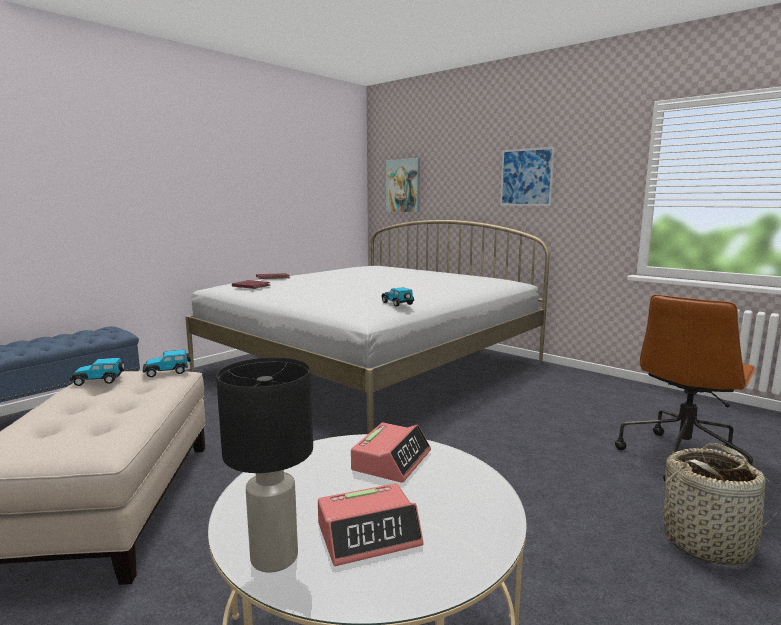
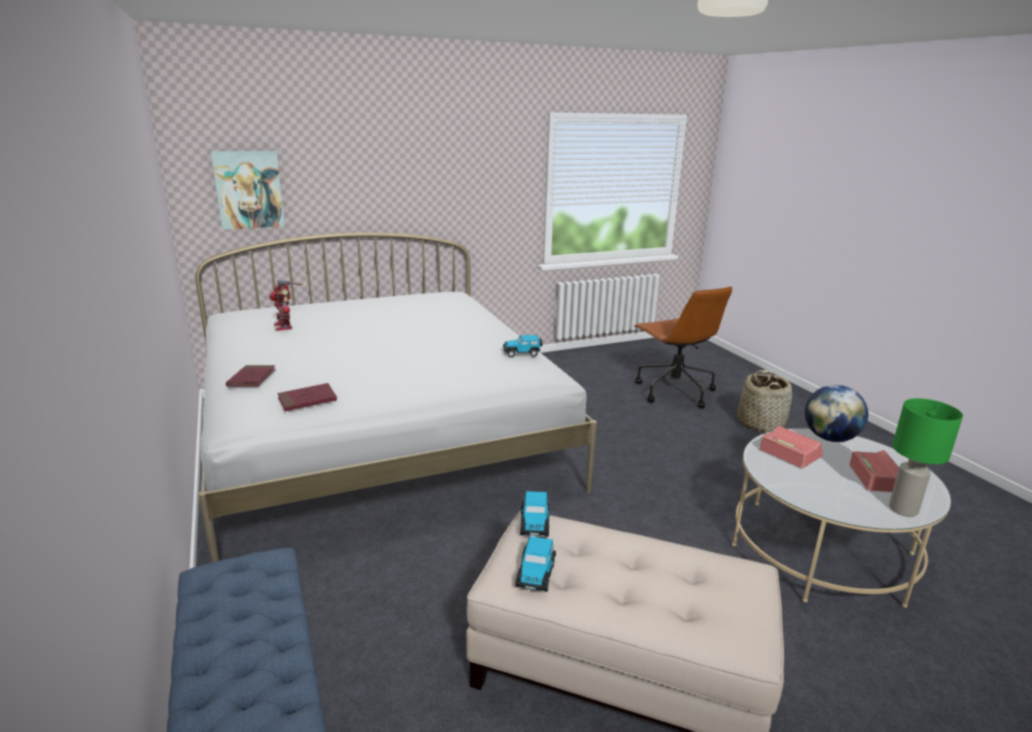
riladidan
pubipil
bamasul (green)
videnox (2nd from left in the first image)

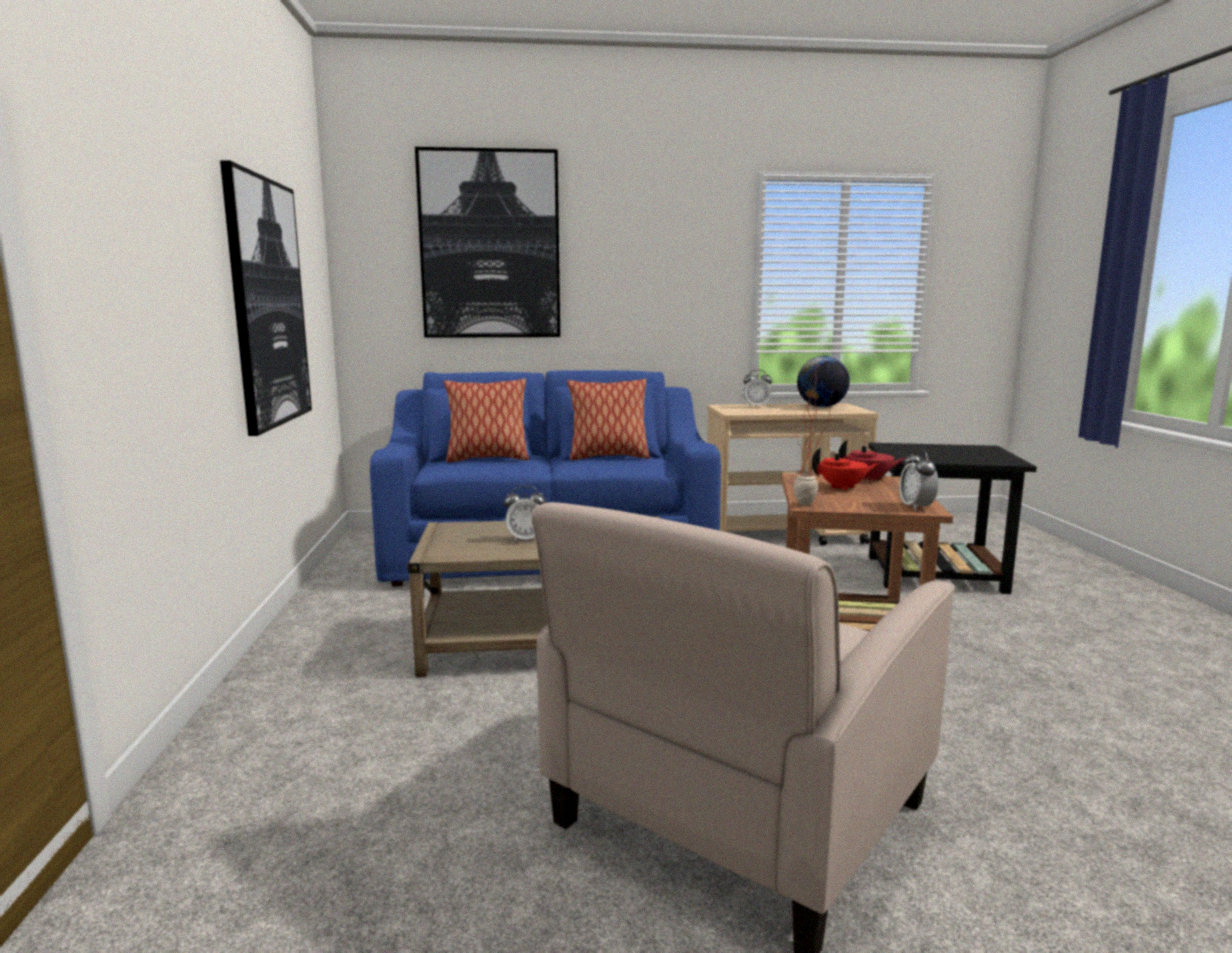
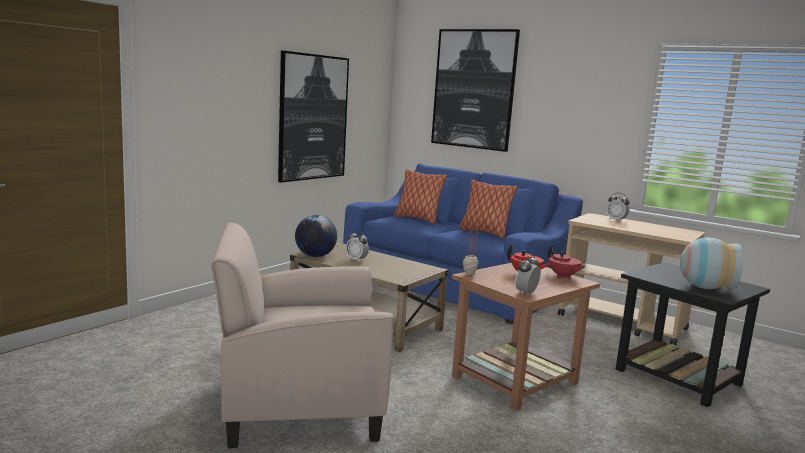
pubipil
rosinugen

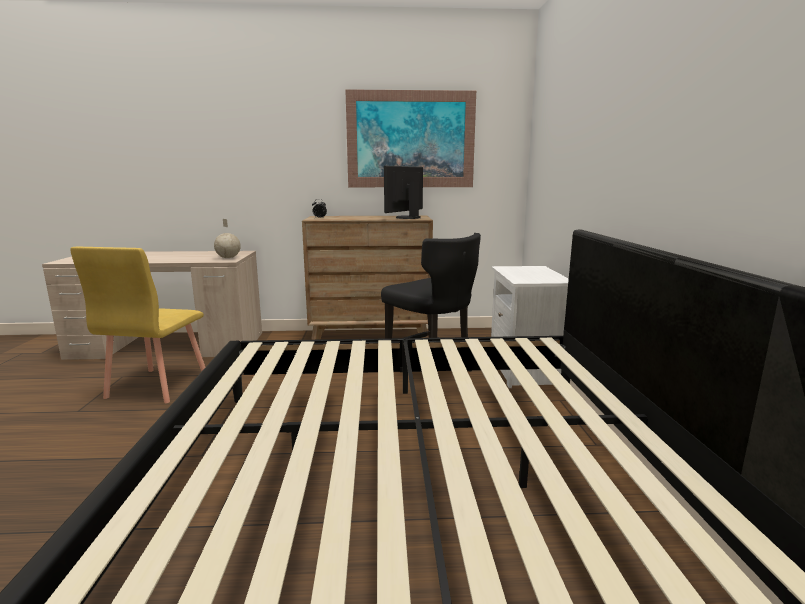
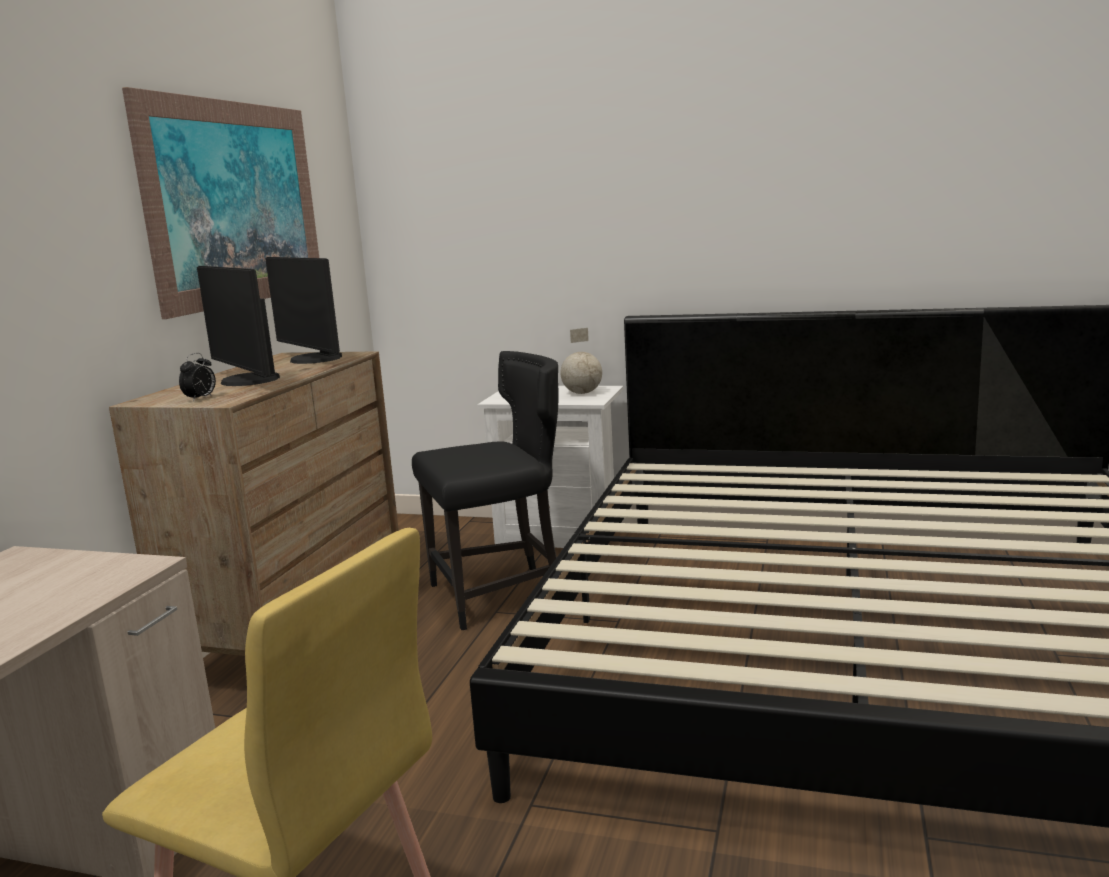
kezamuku (1st from left)
pubipil

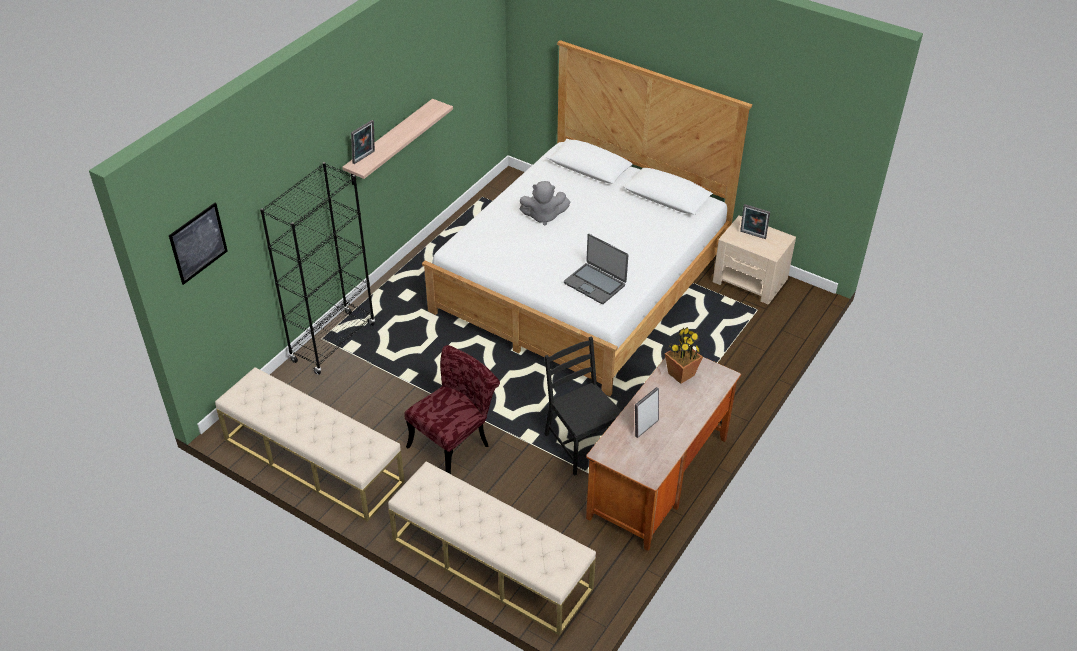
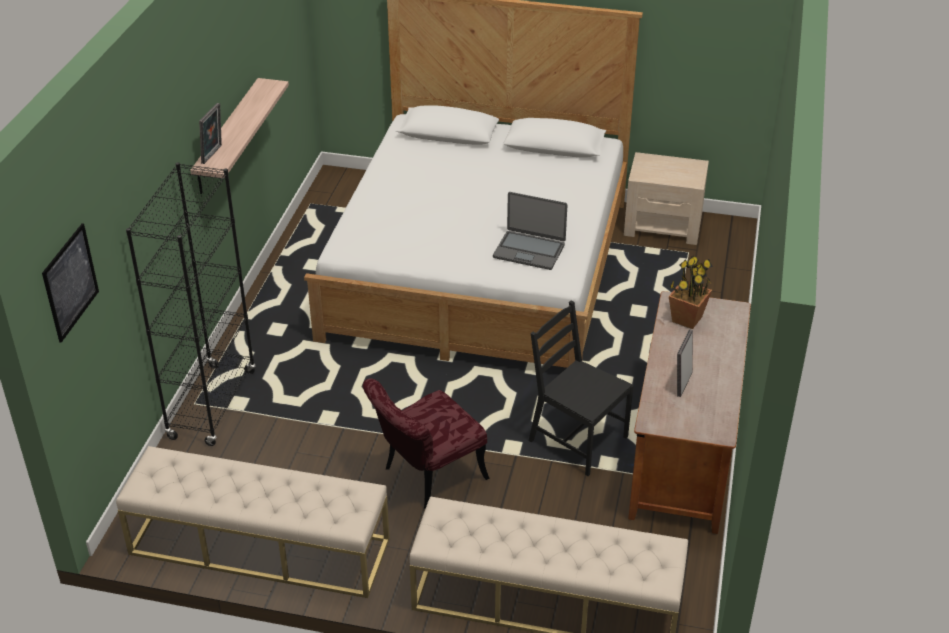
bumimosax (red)
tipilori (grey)
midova (3rd from left in the first image)

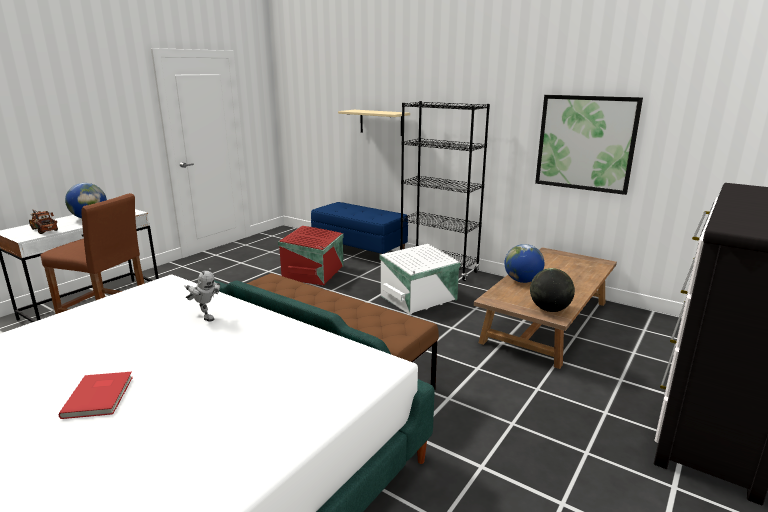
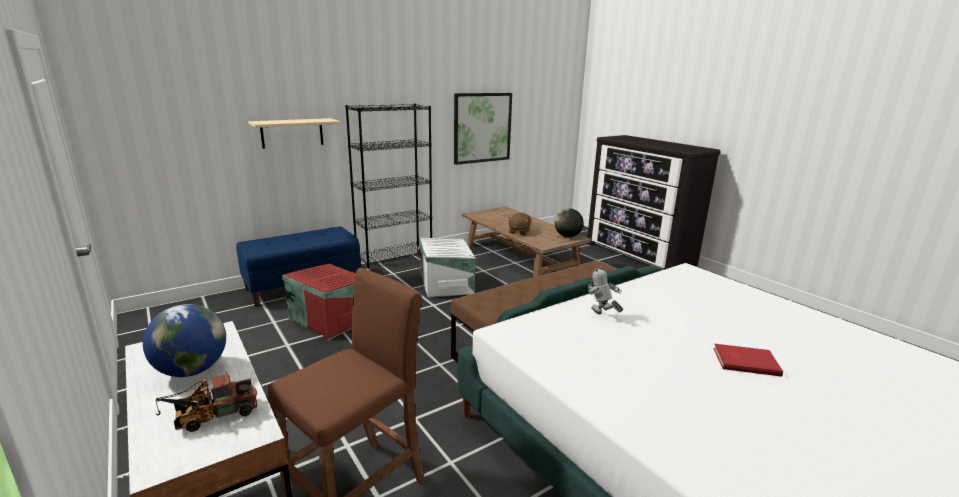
tipilori (brown)
riladidan

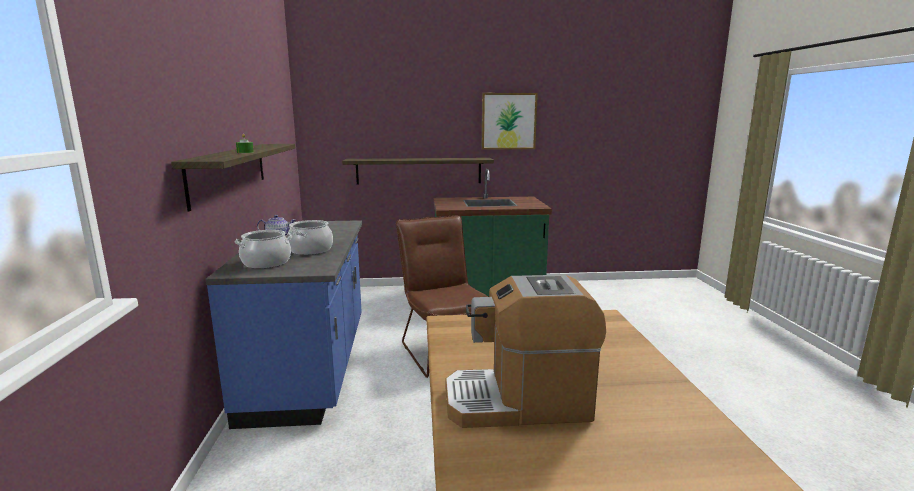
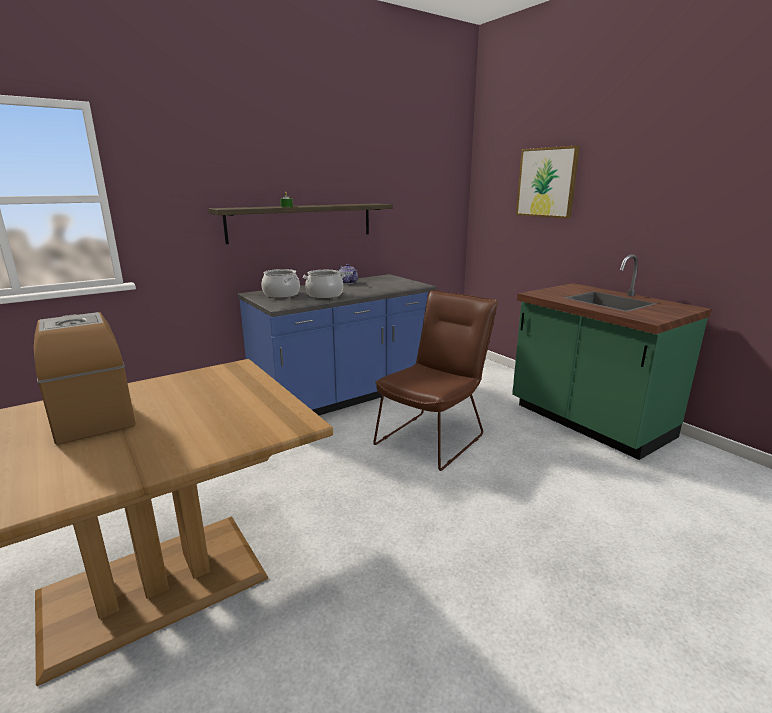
videnox
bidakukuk (2nd from left in the first image)

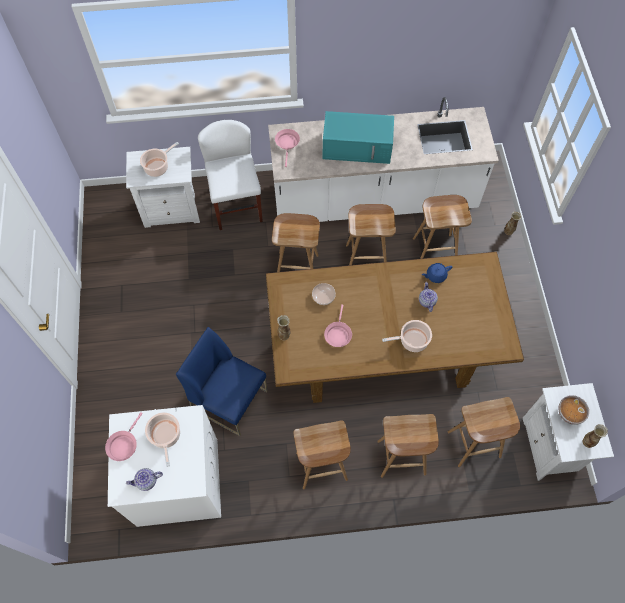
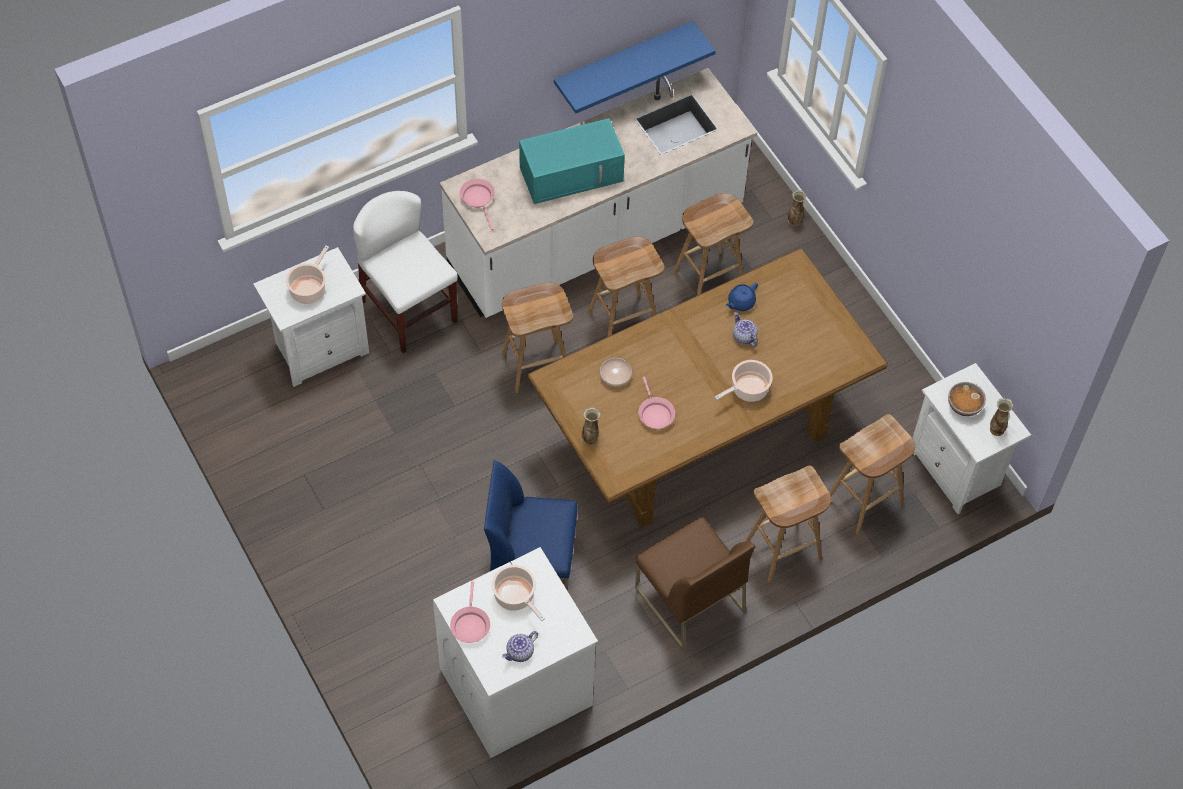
bidakukuk (blue)
bumimosax (brown)

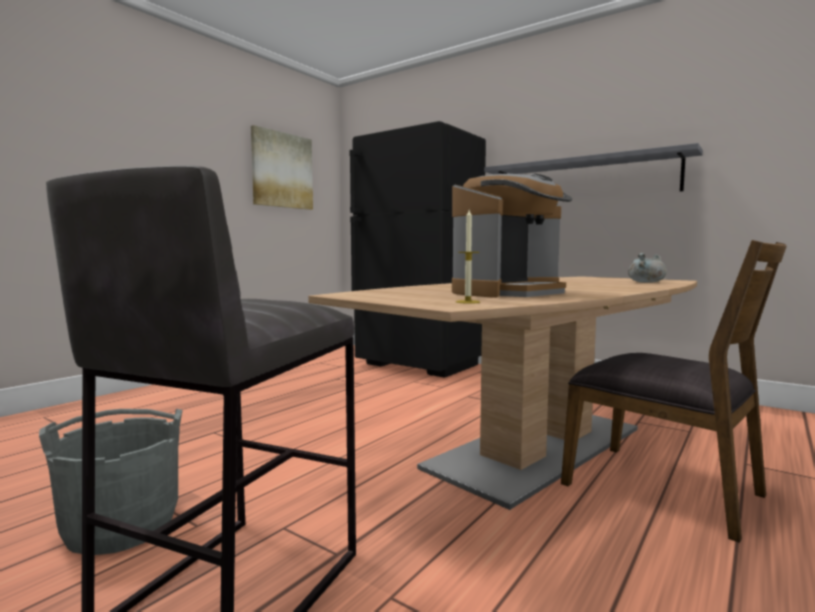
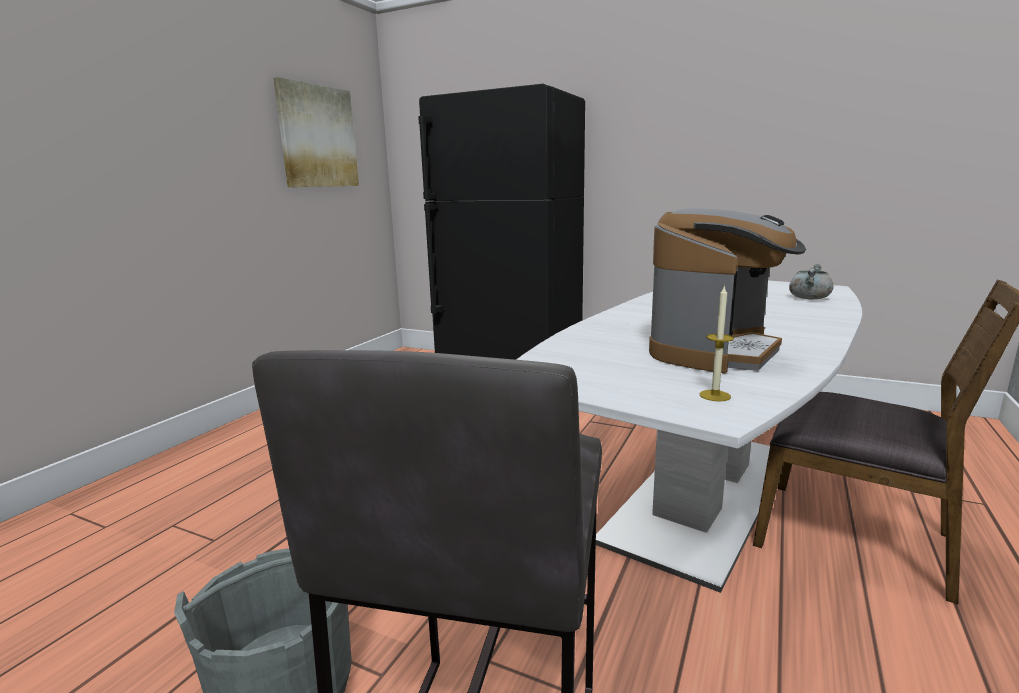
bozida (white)
bidakukuk (grey)

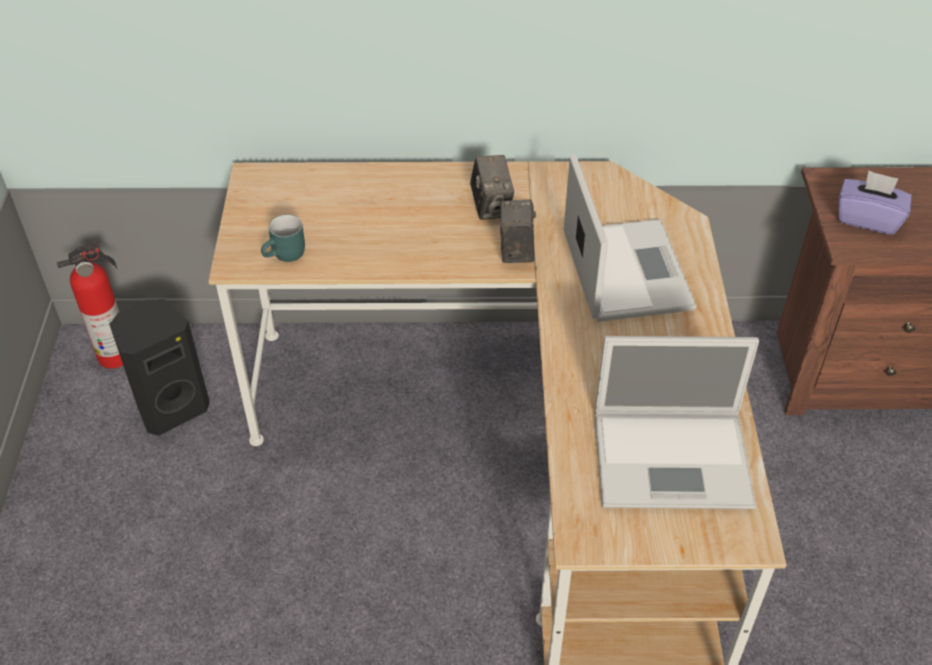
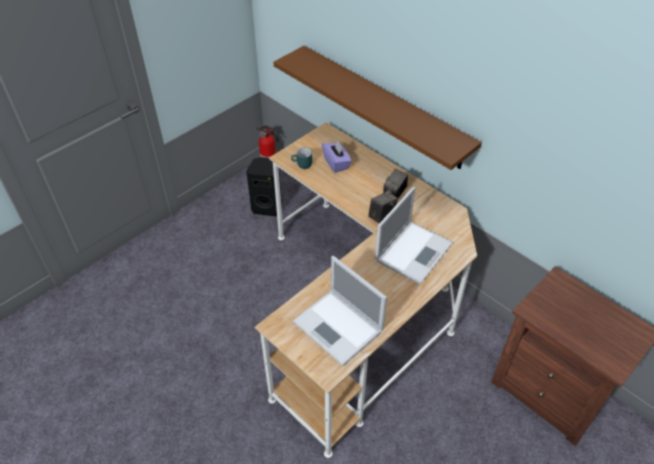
bidakukuk (brown)
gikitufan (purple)

